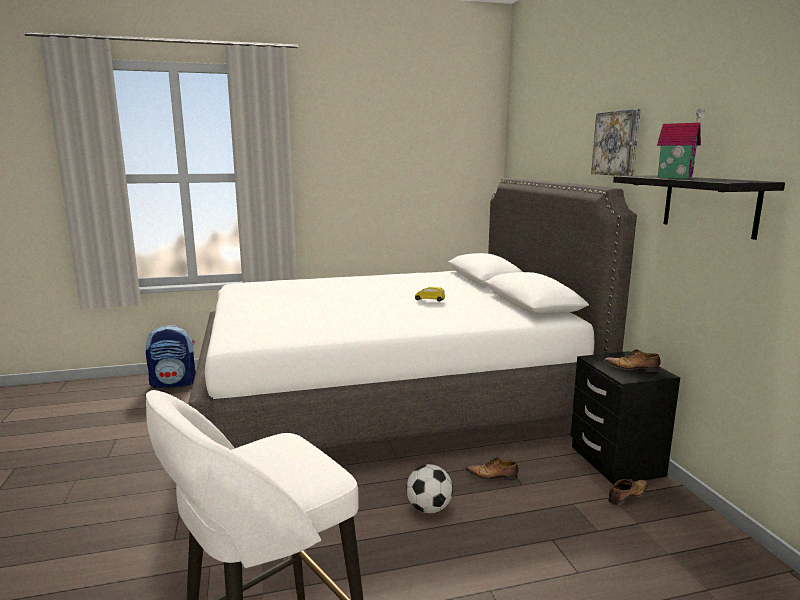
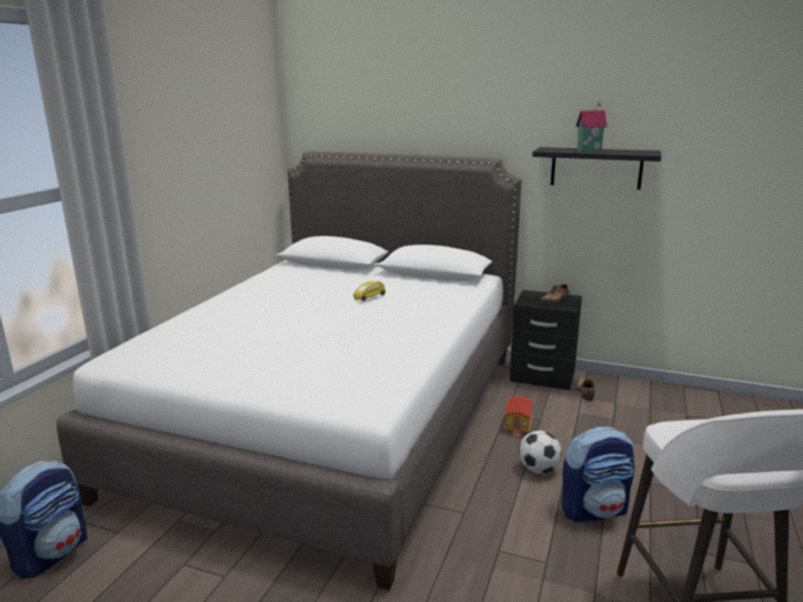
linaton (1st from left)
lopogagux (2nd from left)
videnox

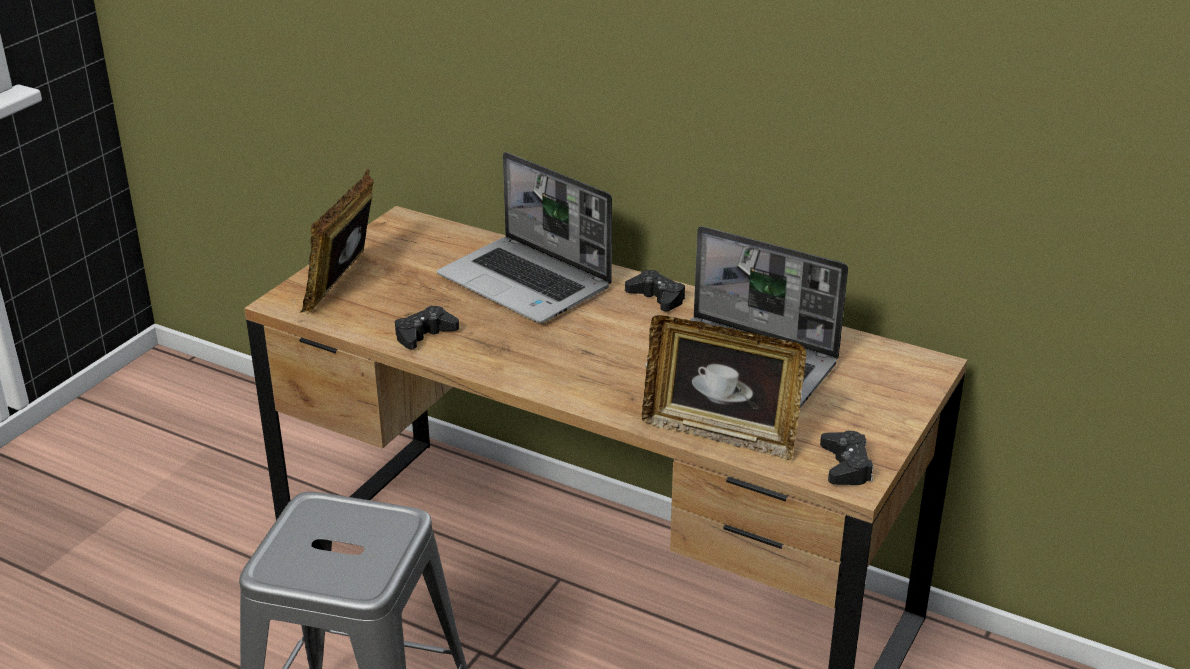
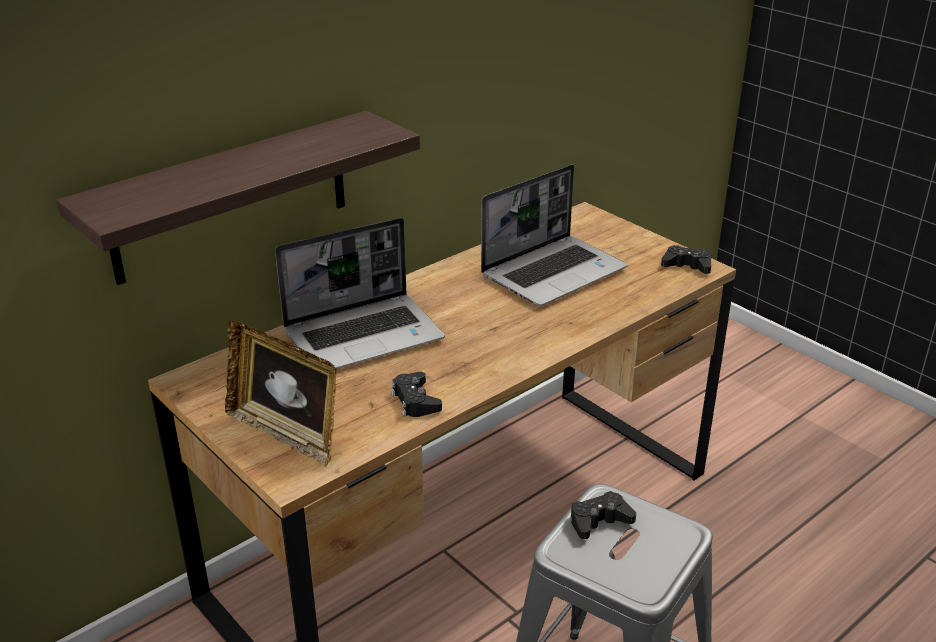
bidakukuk
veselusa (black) (2nd from left)
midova (2nd from left in the first image)

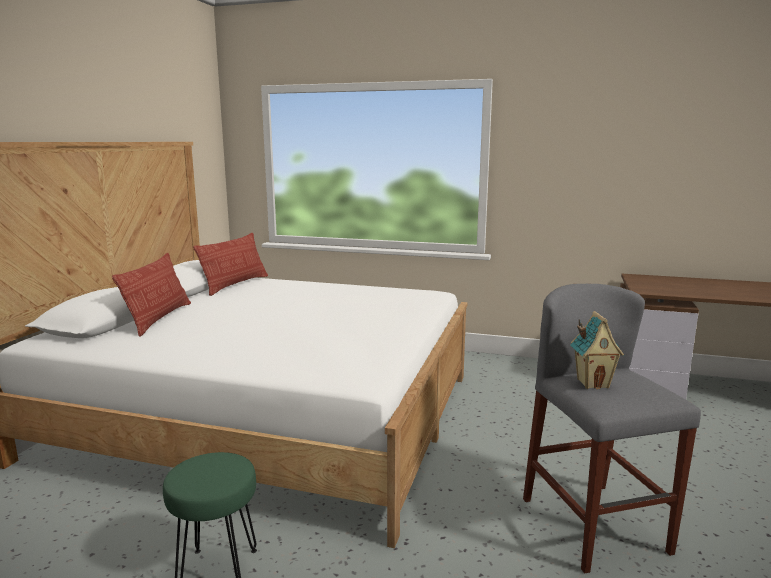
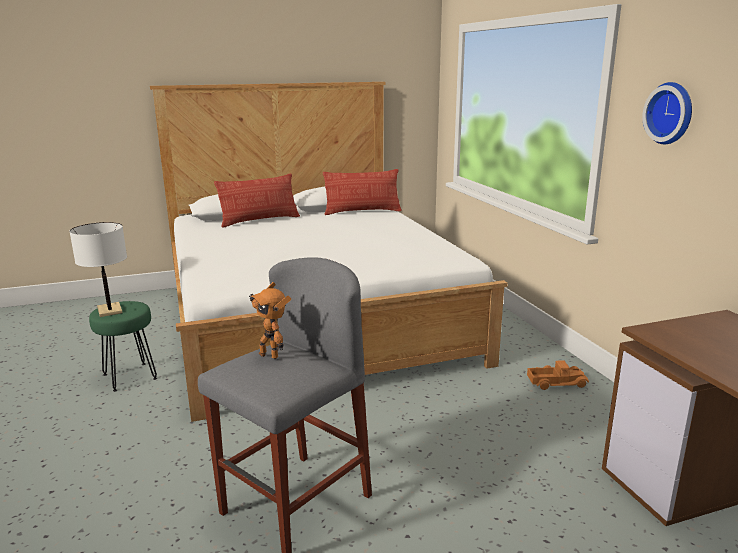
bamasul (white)
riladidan
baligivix
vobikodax

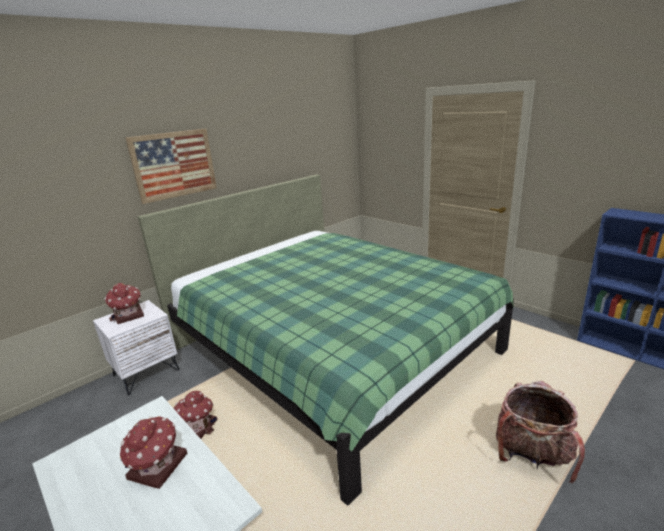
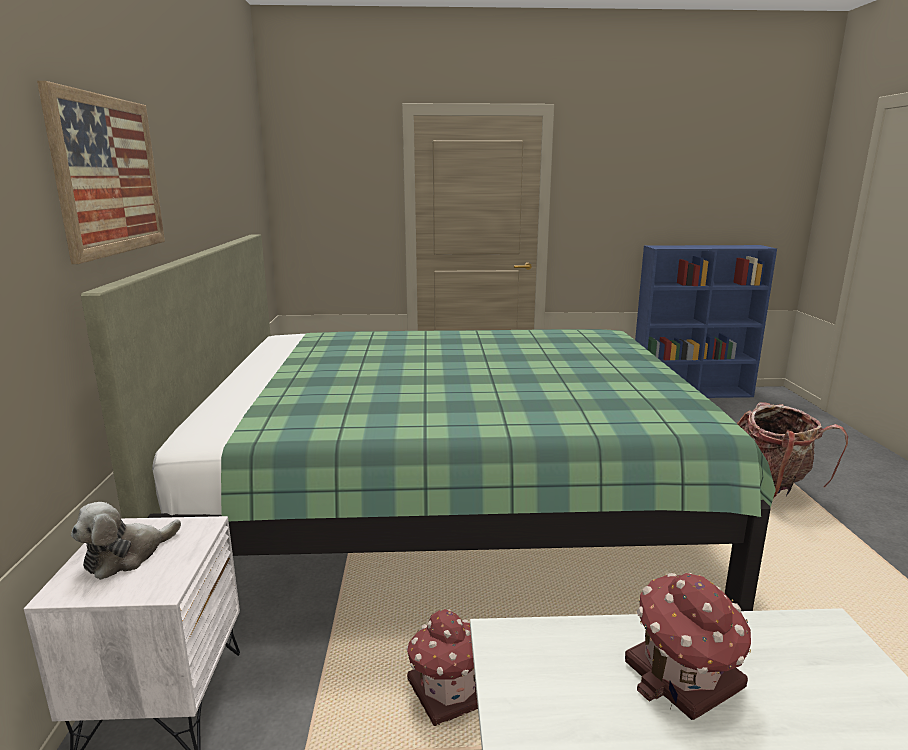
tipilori

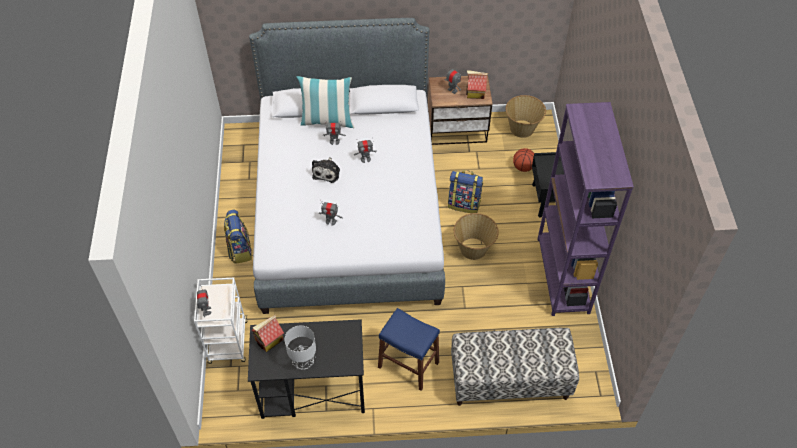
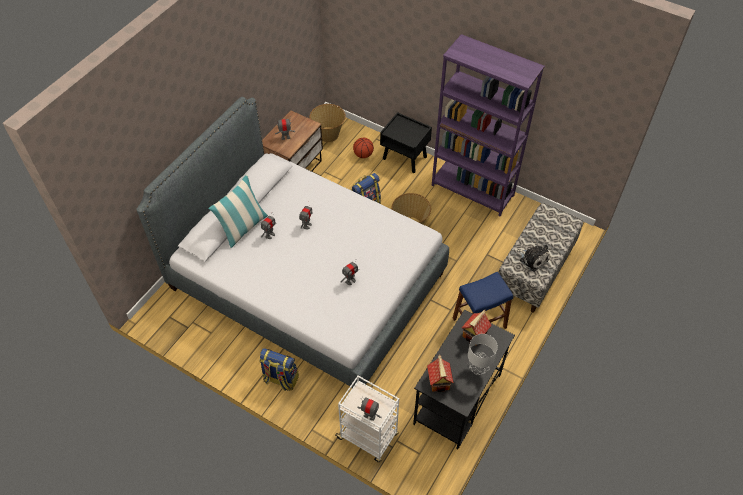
linaton (2nd from left)
tipilori

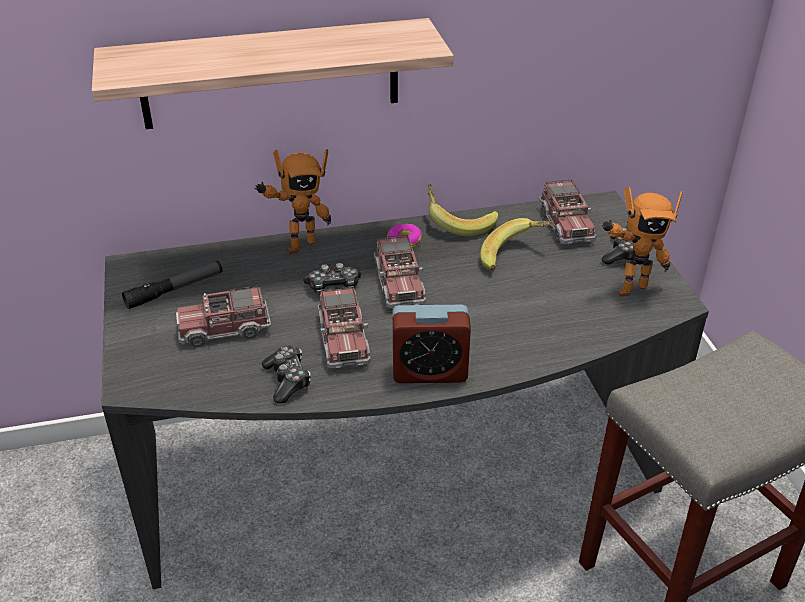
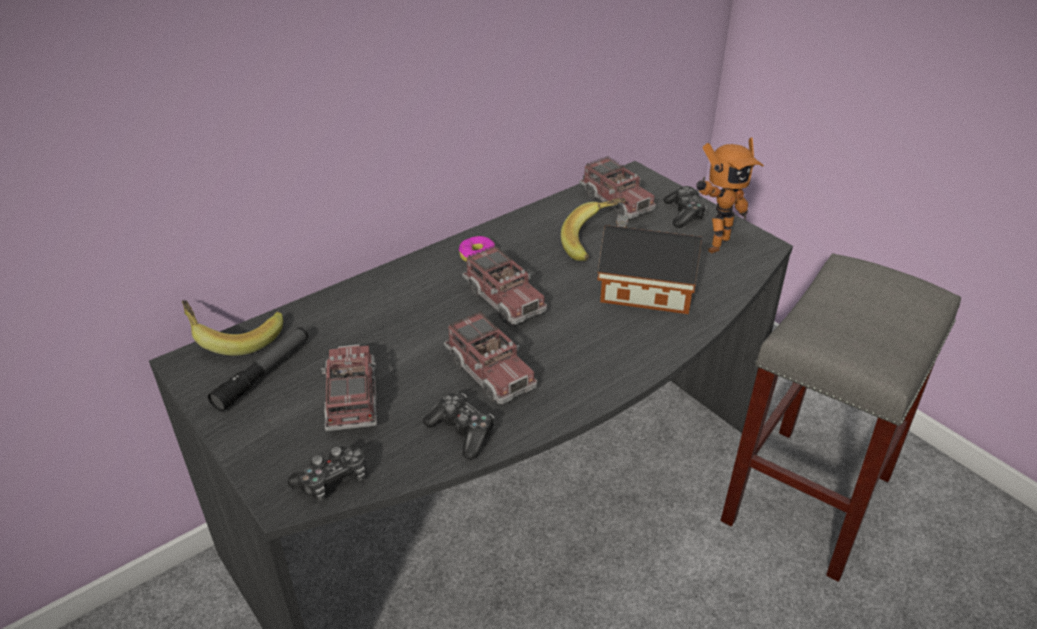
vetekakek (1st from left)
veselusa (1st from left)
baligivix (1st from left)
linaton
bidakukuk
riladidan (1st from left in the first image)
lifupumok

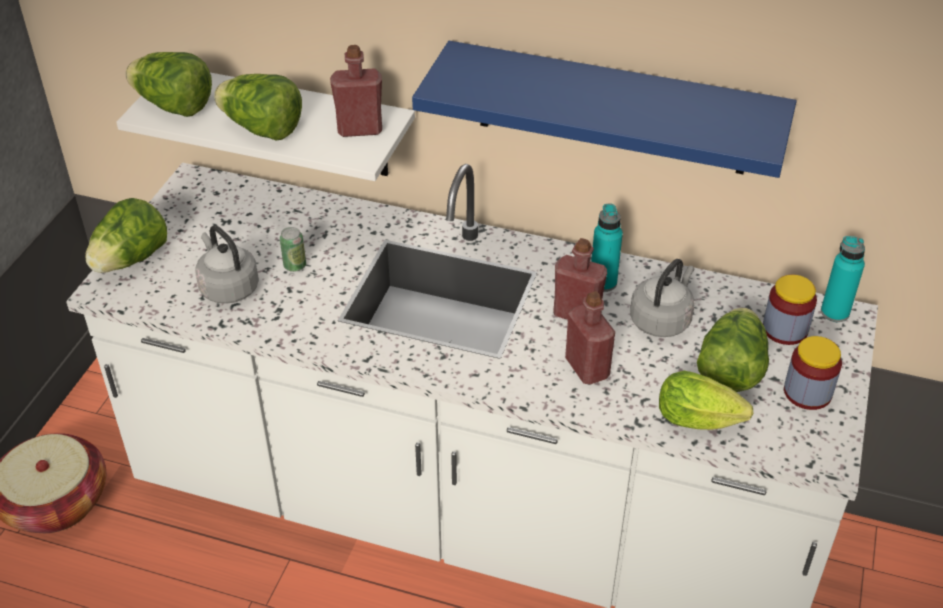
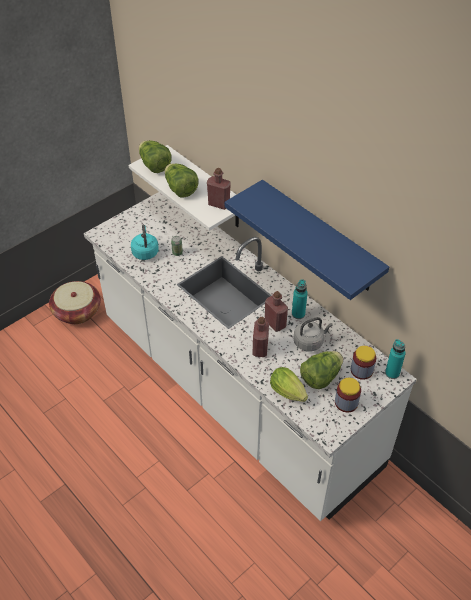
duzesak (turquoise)
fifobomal (1st from left in the first image)

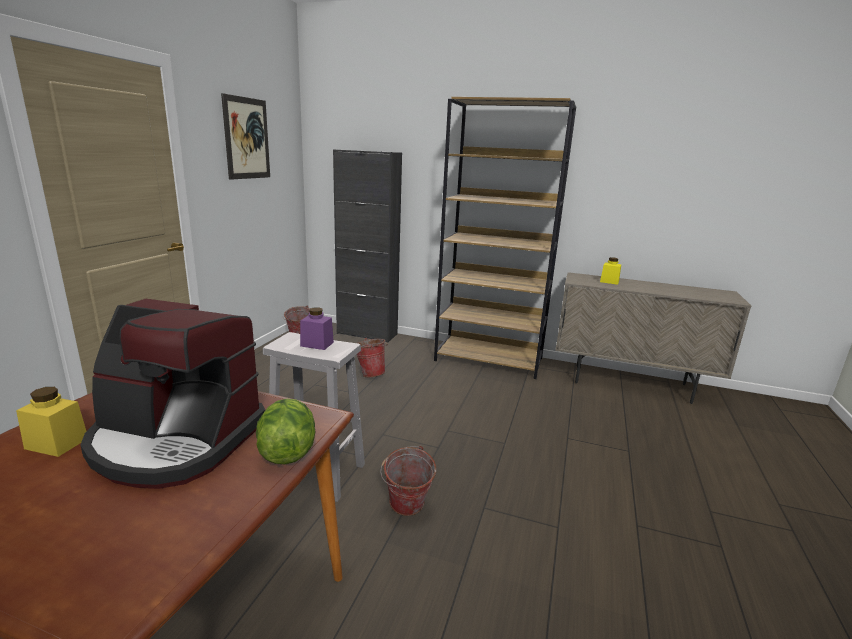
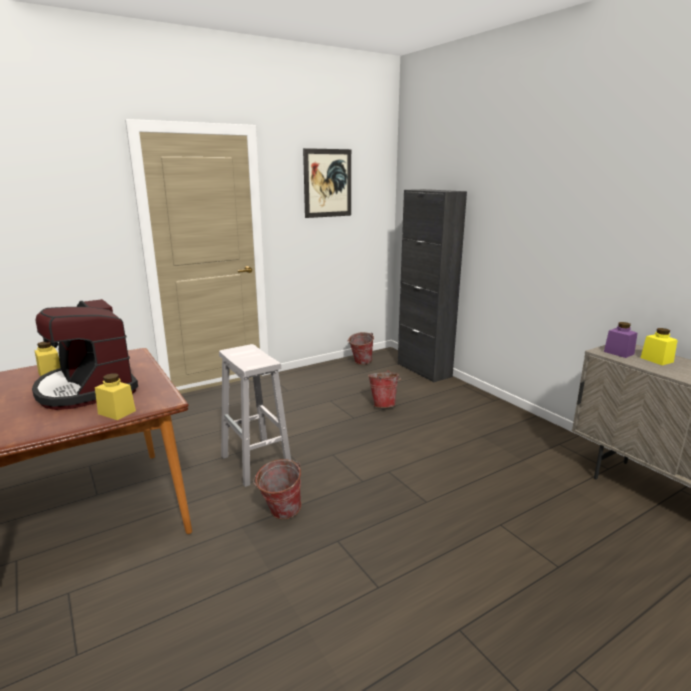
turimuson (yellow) (2nd from left)
turimuson (purple)
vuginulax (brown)

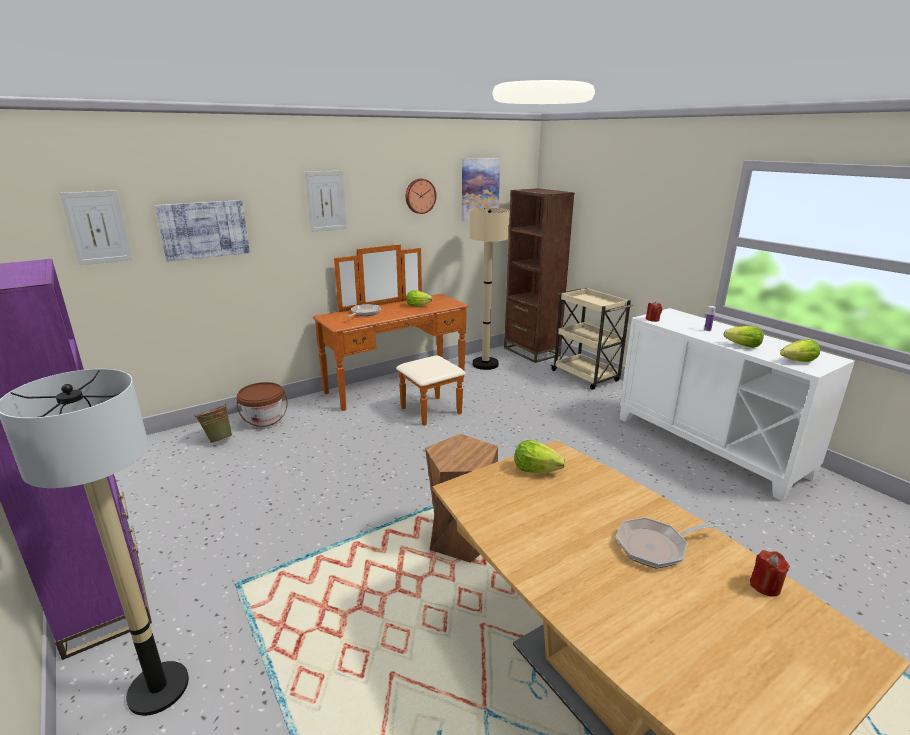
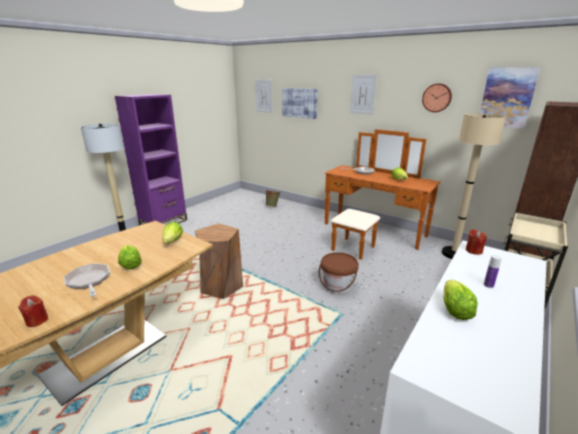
fifobomal (1st from left)
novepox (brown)

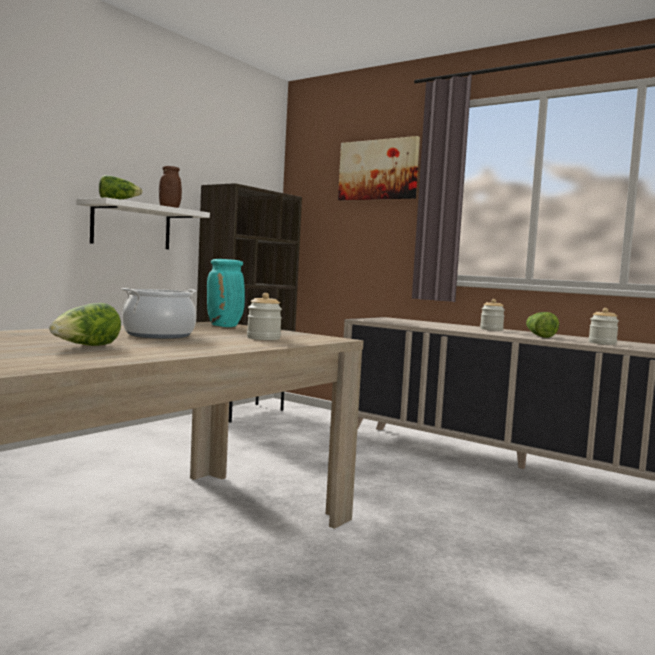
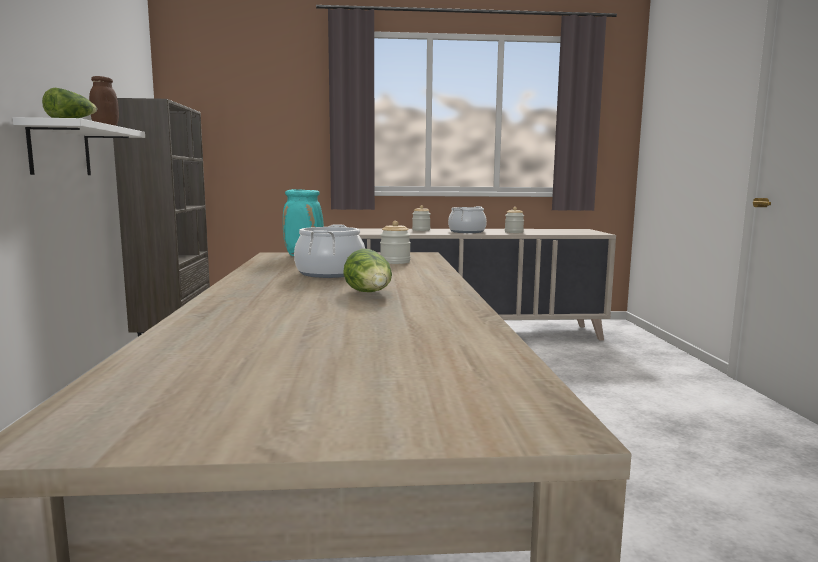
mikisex (2nd from left)
videnox

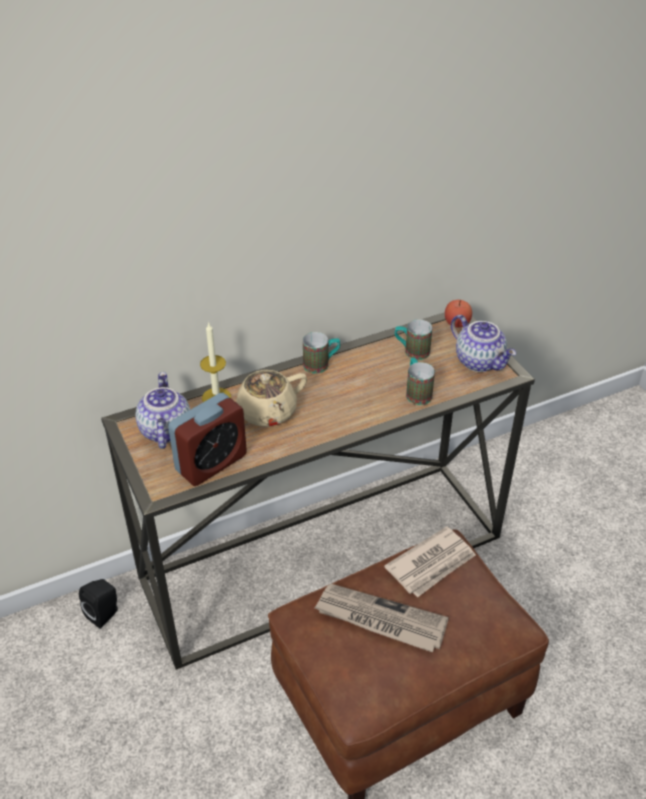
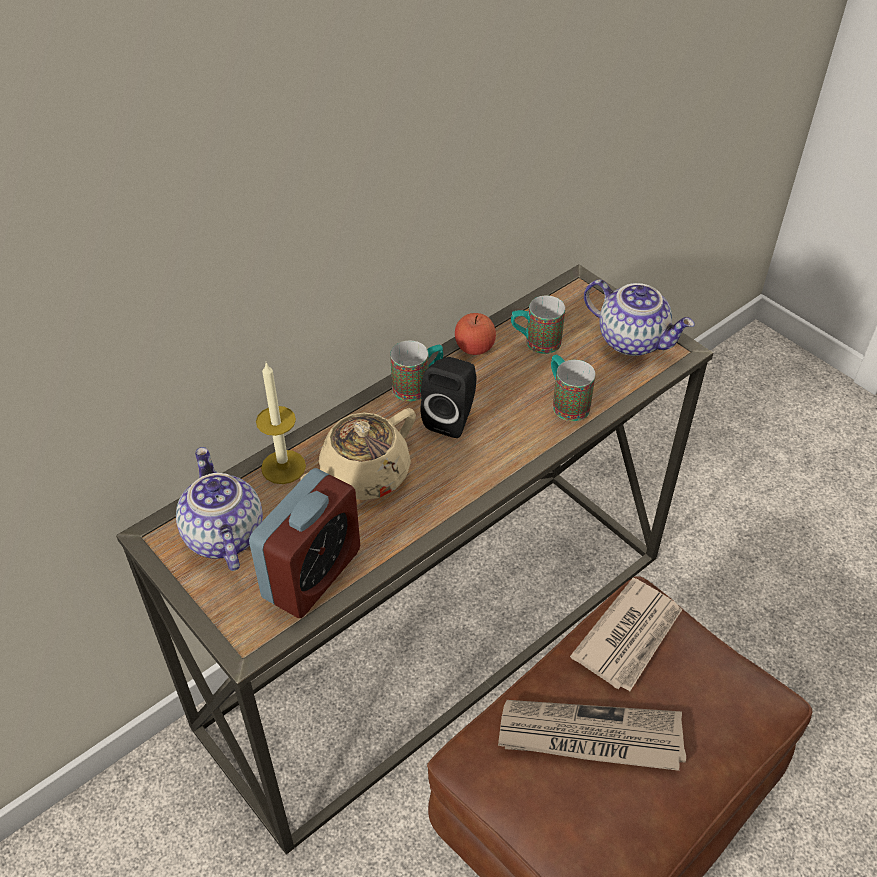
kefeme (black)
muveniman

